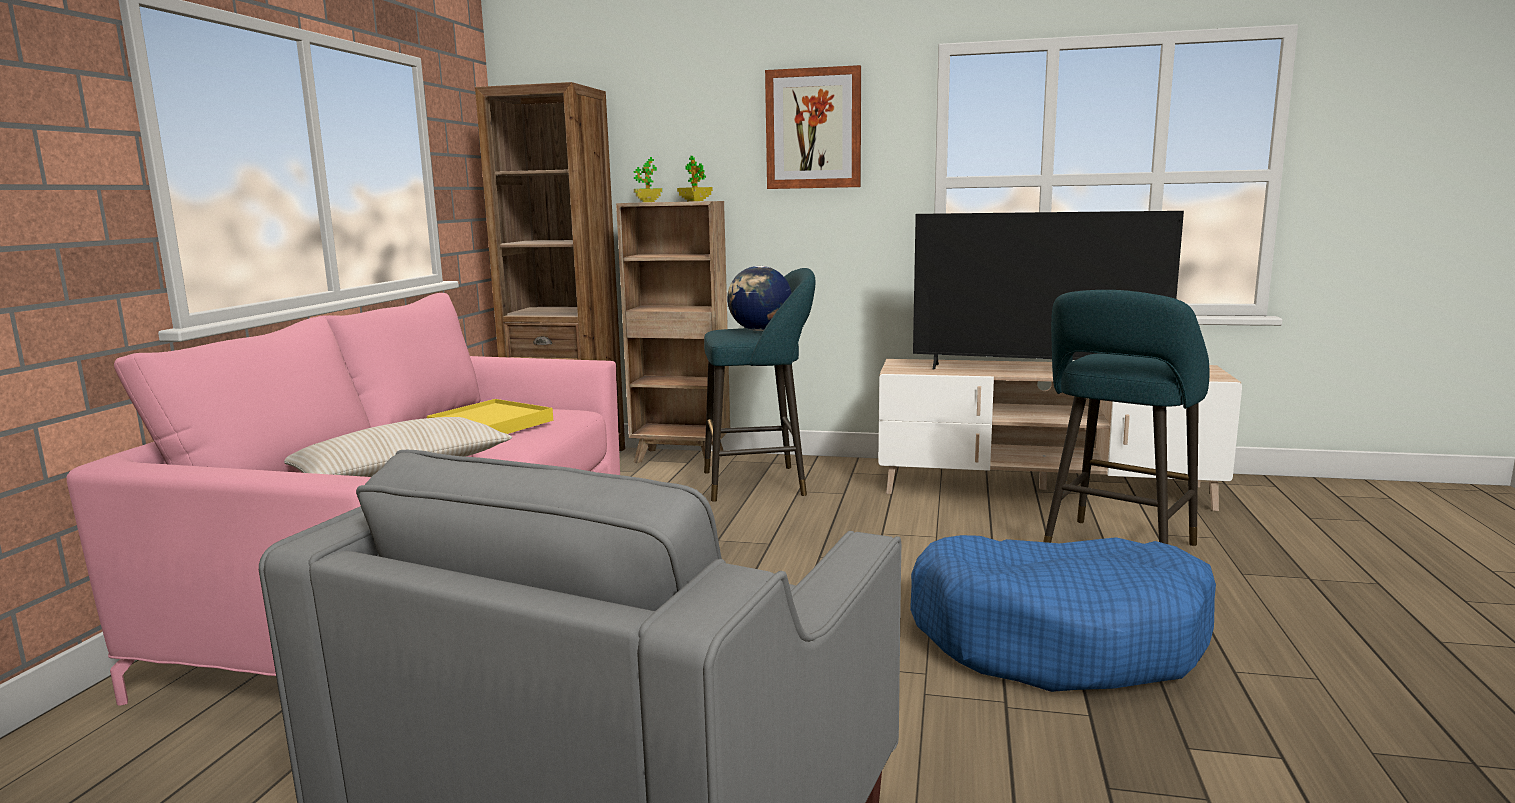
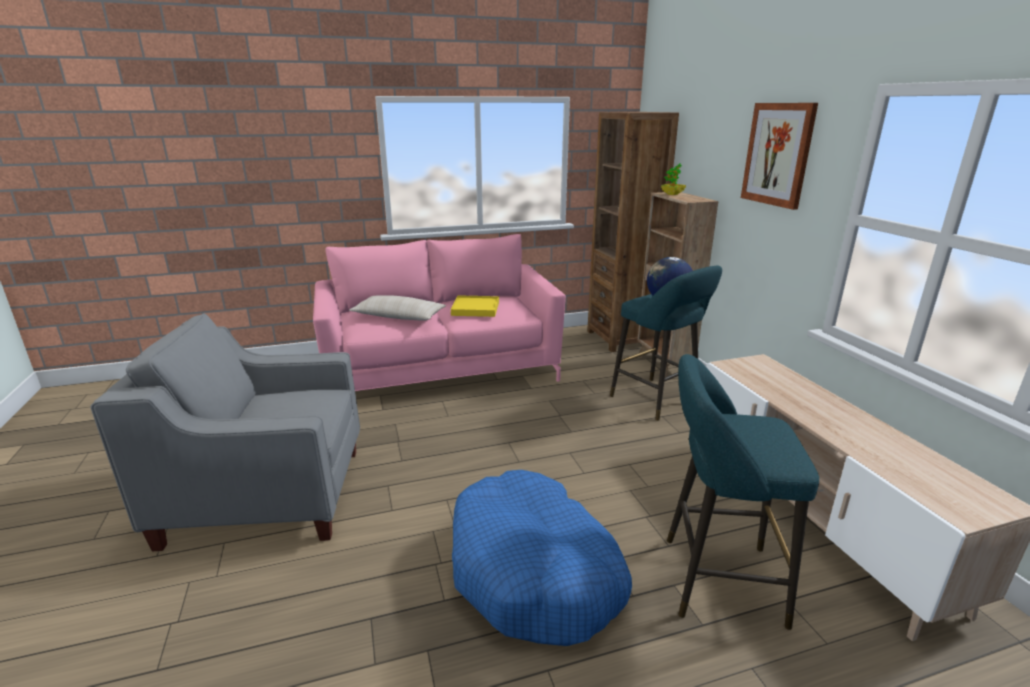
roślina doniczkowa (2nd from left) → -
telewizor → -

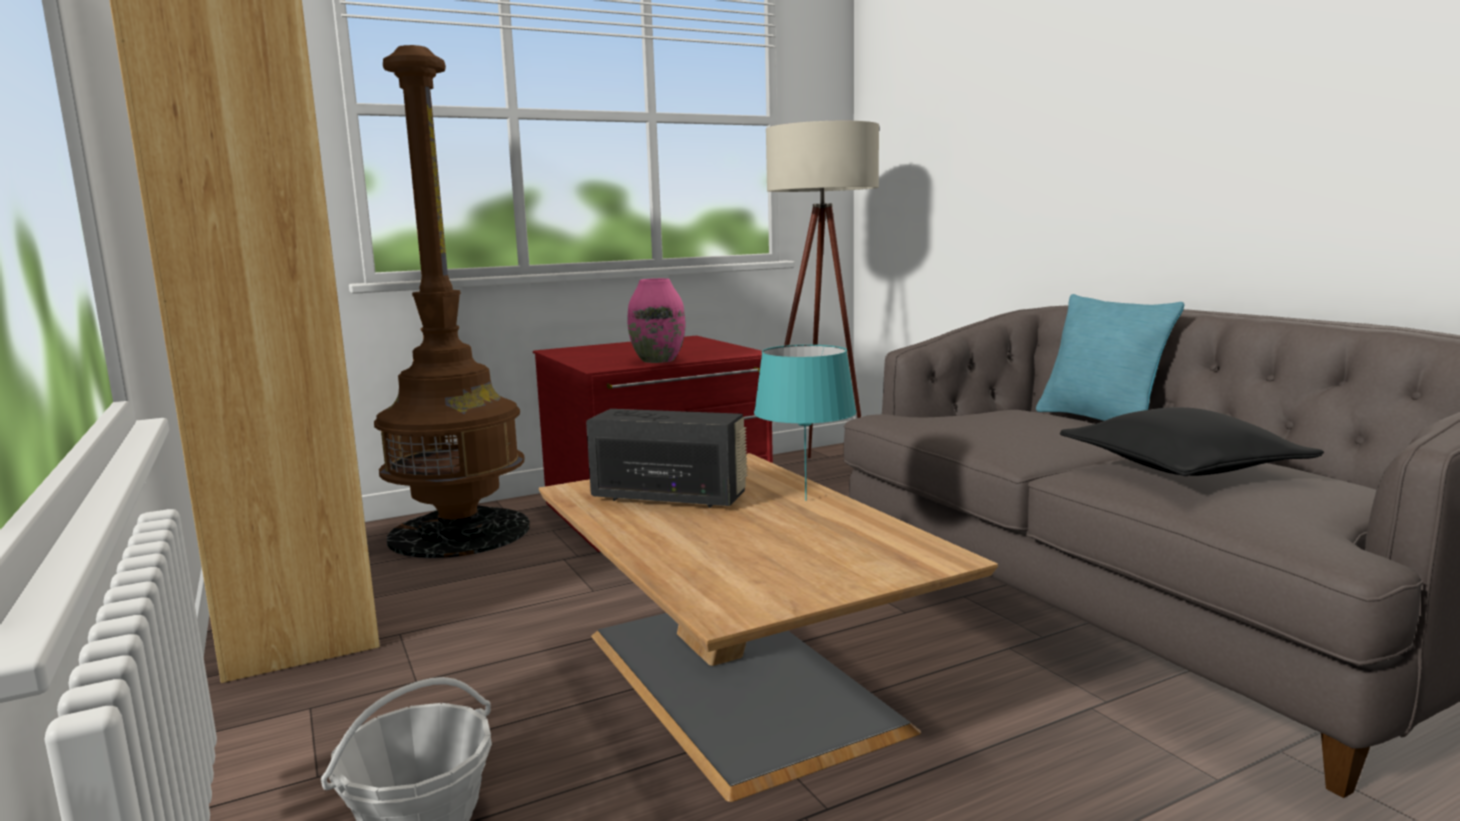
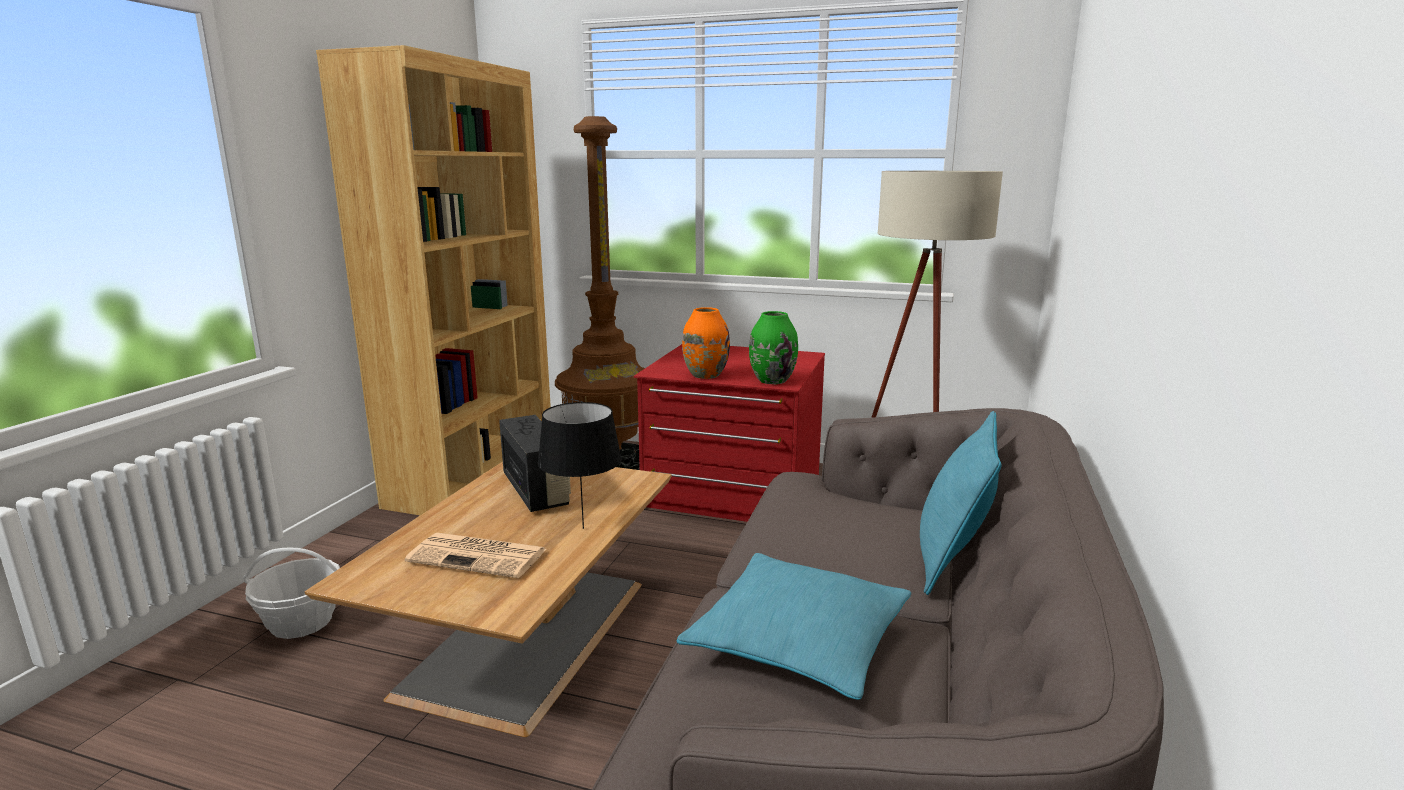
wazon [różowy] → wazon [pomarańczowy]
lampa stołowa [turkusowy] → lampa stołowa [czarny]
poduszka [czarny] → poduszka [turkusowy] (1st from left)
- → wazon [zielony]
- → gazeta

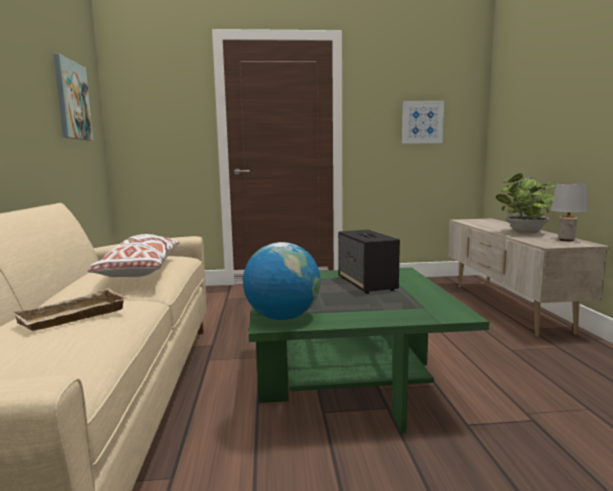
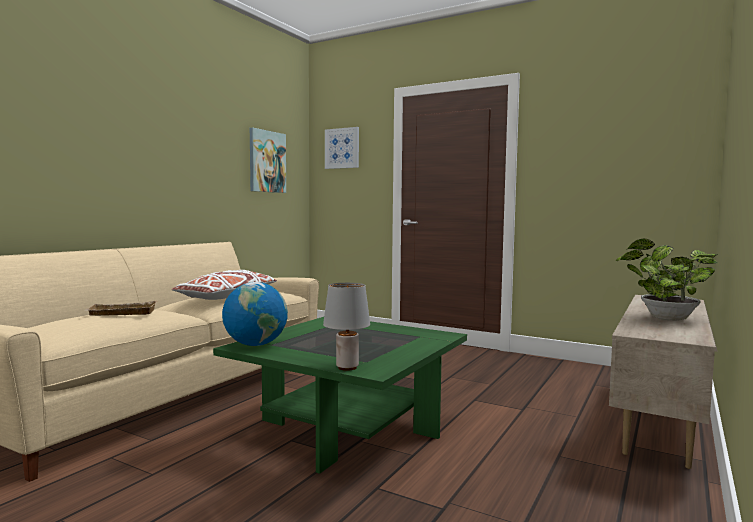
obraz (2nd from left), move
lampa stołowa [szary], move
głośnik → -

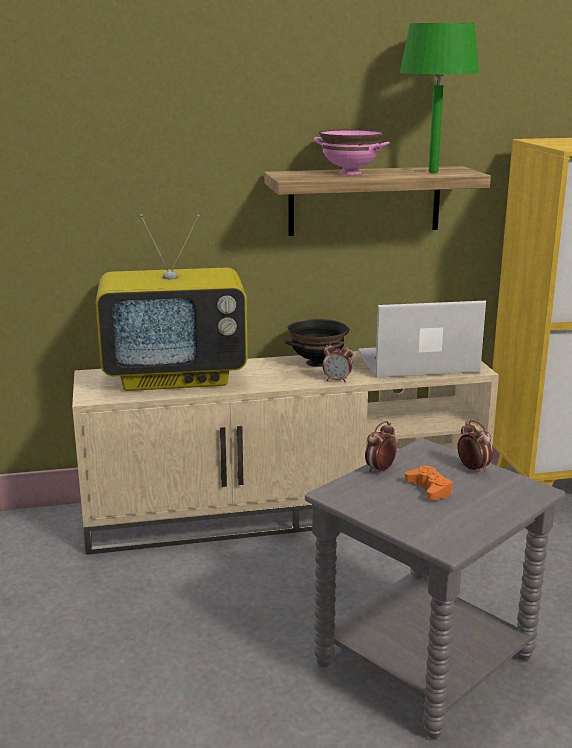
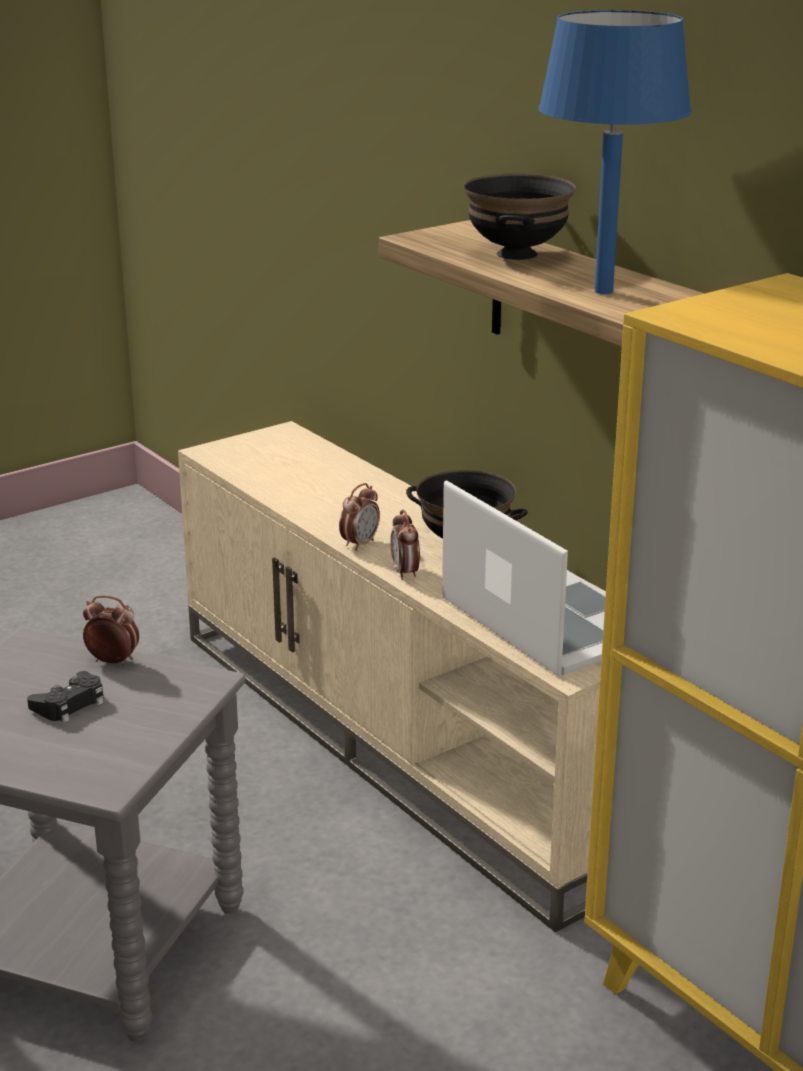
lampa stołowa [zielony] → lampa stołowa [niebieski]
miska [różowy] → miska [czarny] (2nd from left)
telewizor → -
budzik (3rd from left in the first image) → budzik (2nd from left), move
pad do gier [pomarańczowy] → pad do gier [czarny]

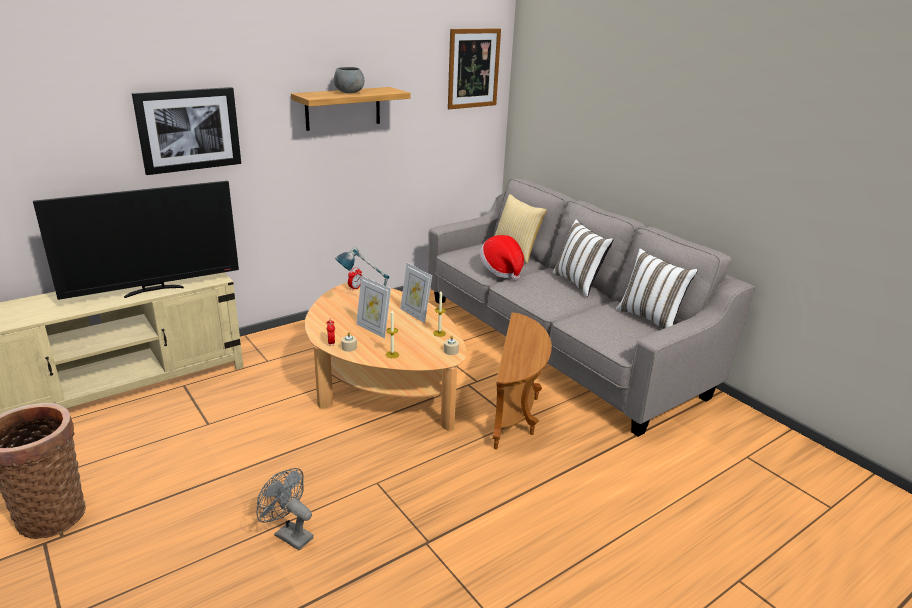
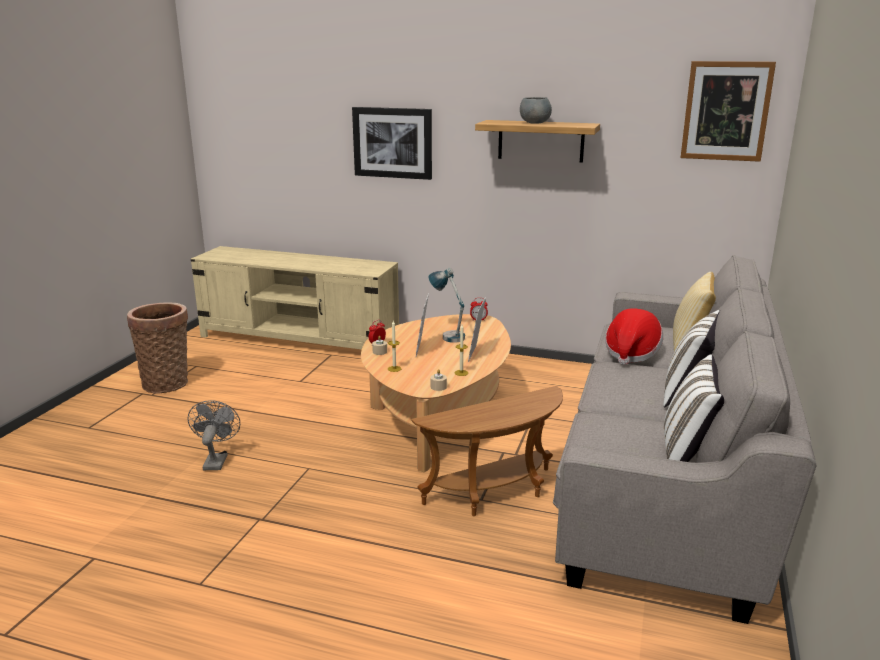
telewizor → -

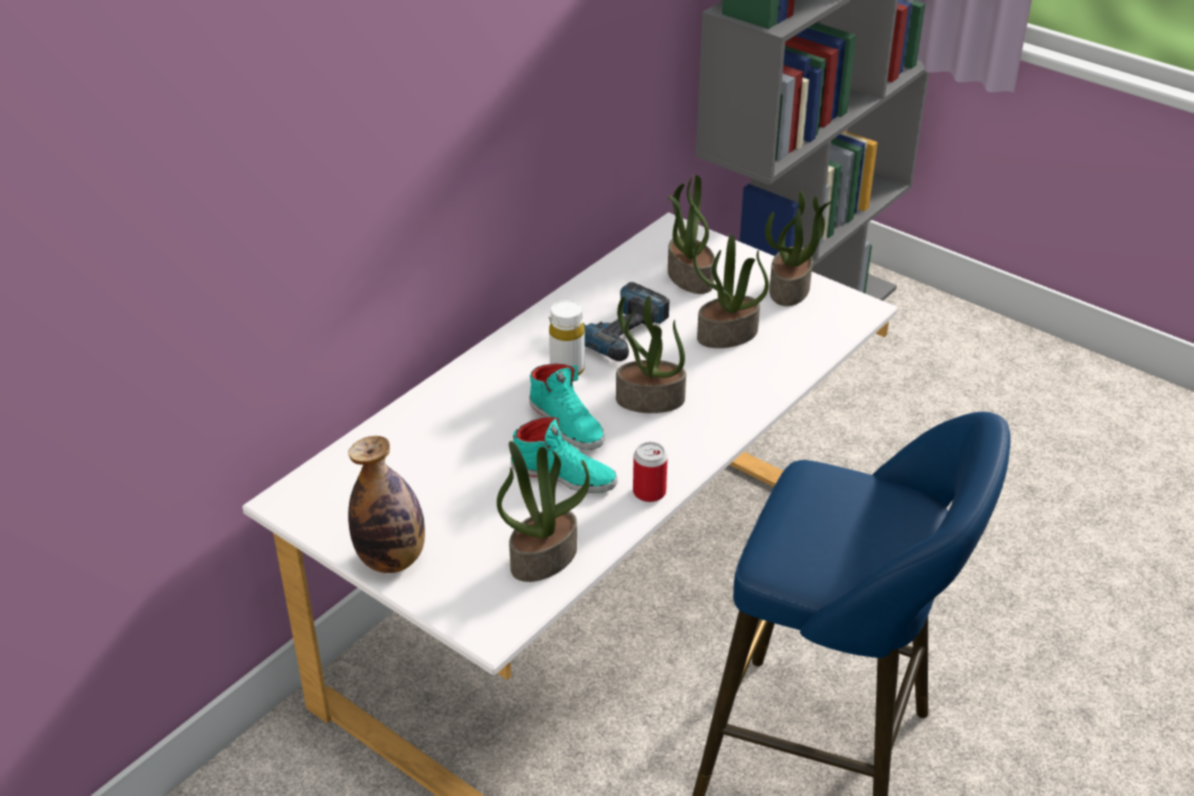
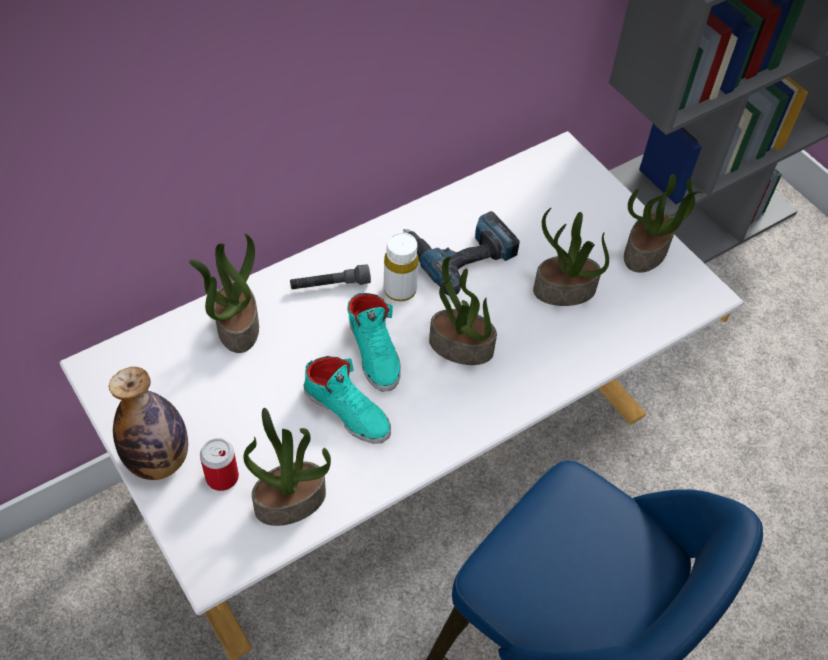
roślina doniczkowa (3rd from left in the first image) → roślina doniczkowa (1st from left), move
puszka, move
- → latarka [szary]

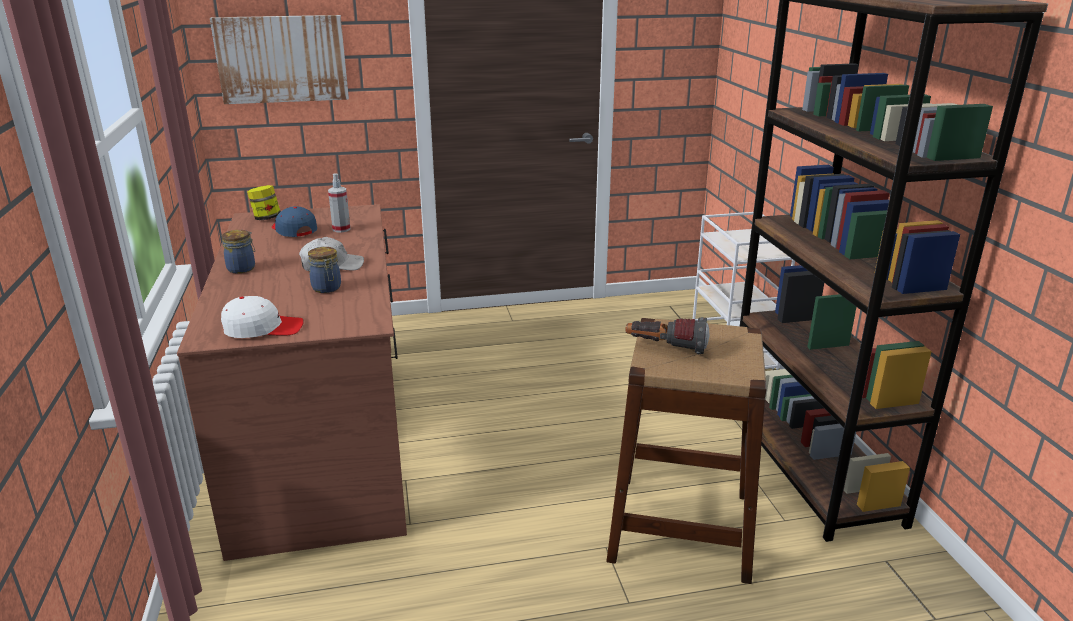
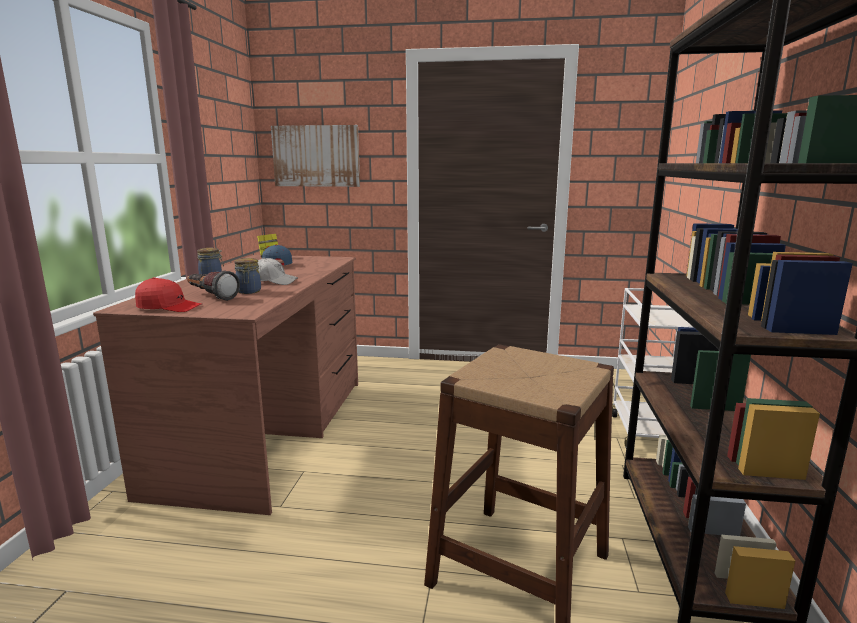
spryskiwacz → -
czapka z daszkiem [biały] (1st from left) → czapka z daszkiem [czerwony]
latarka, move

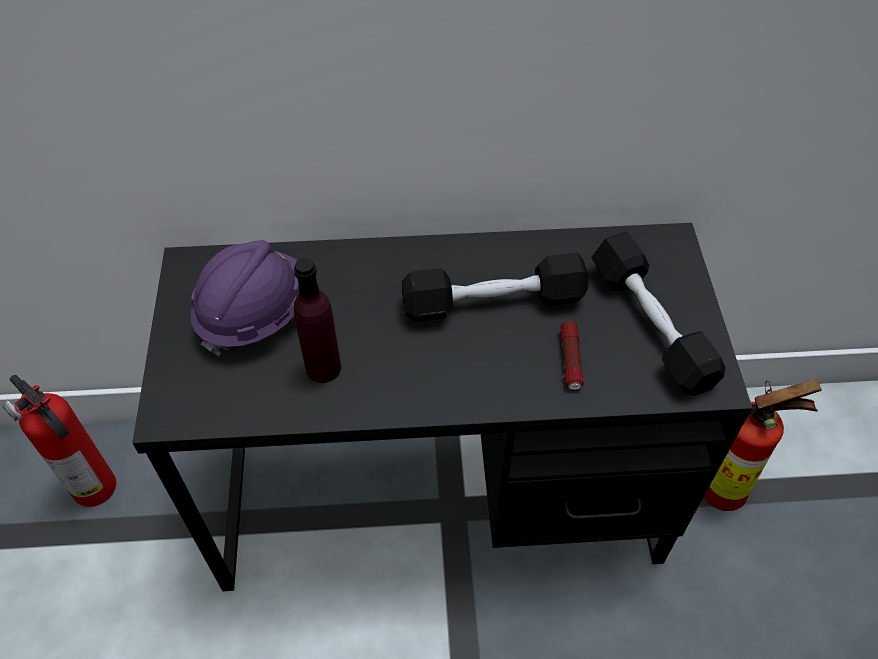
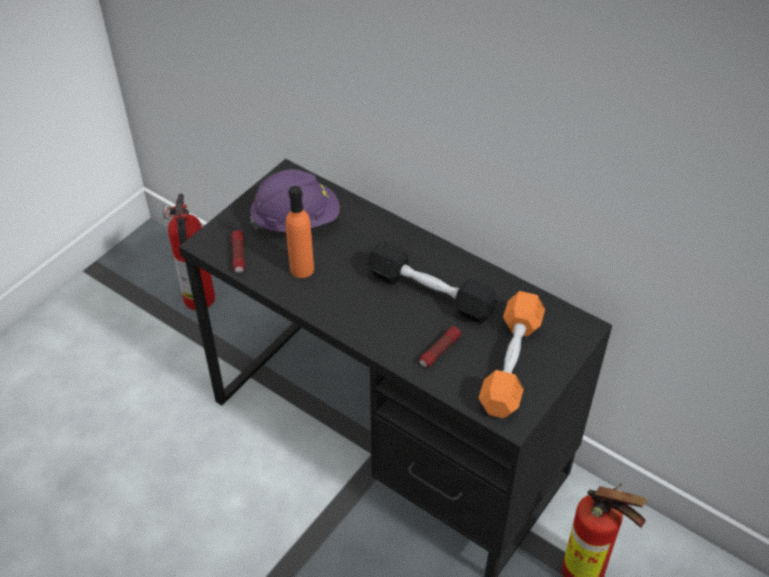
hantel [czarny] (2nd from left) → hantel [pomarańczowy]
butelka [fioletowy] → butelka [pomarańczowy]
- → latarka (1st from left)

